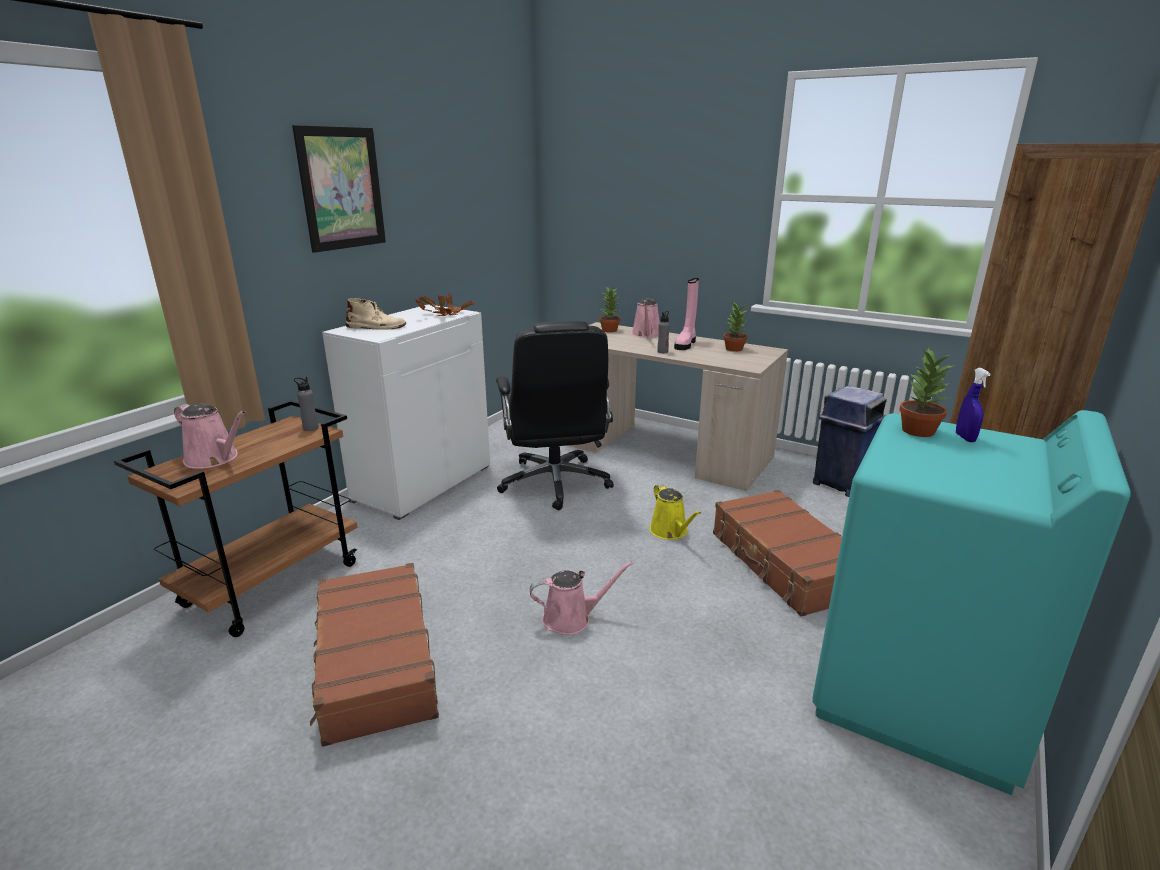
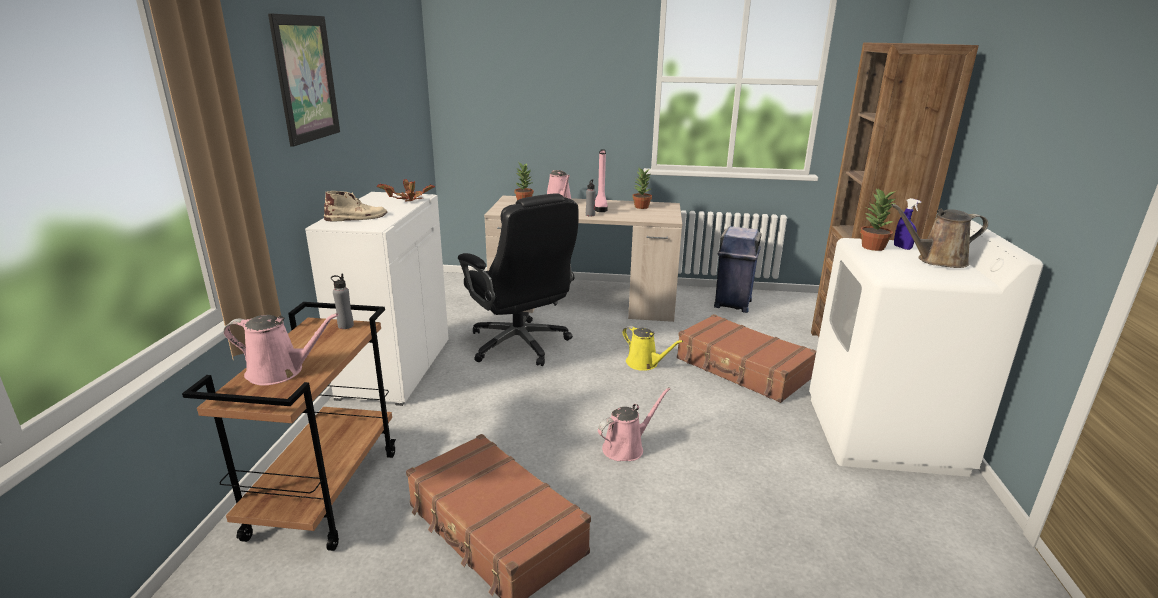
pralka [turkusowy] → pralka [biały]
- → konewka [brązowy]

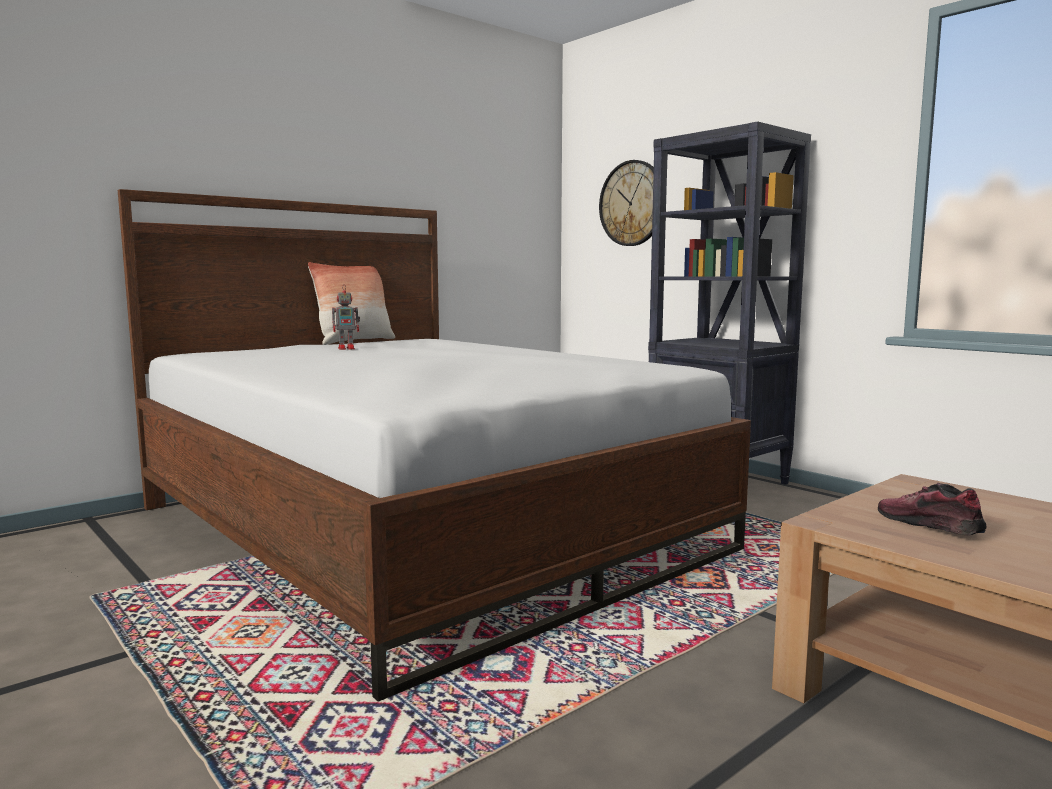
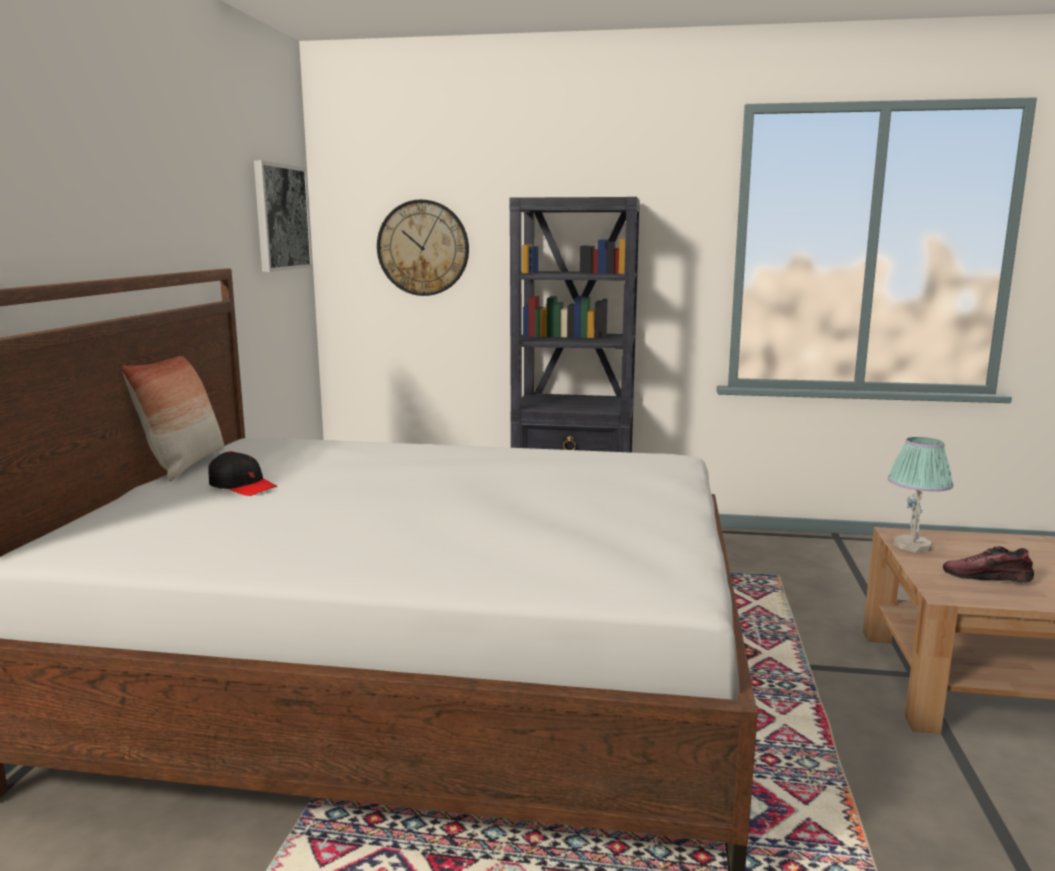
robot zabawkowy → czapka z daszkiem [czarny]
- → obraz
- → lampa stołowa

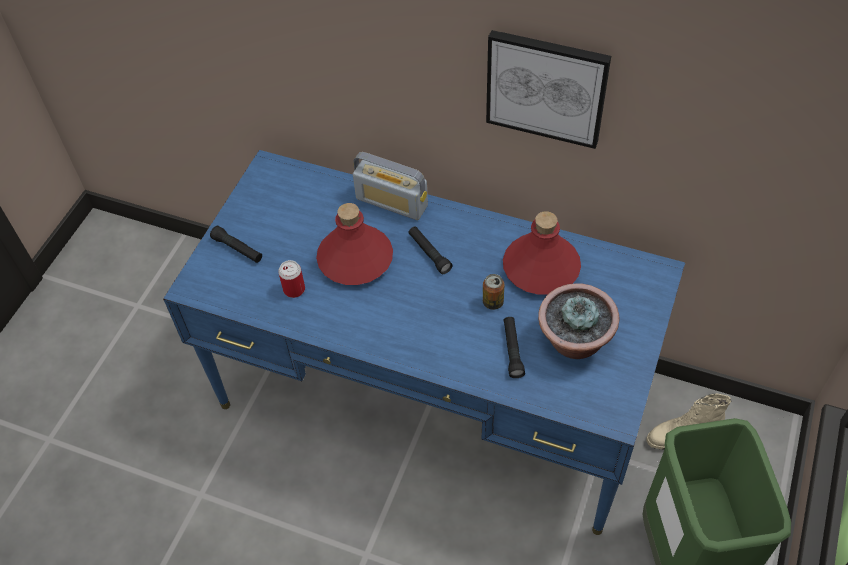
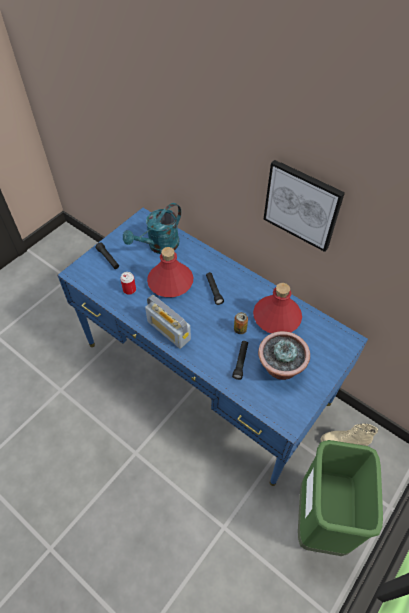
radio, move
- → konewka [turkusowy]

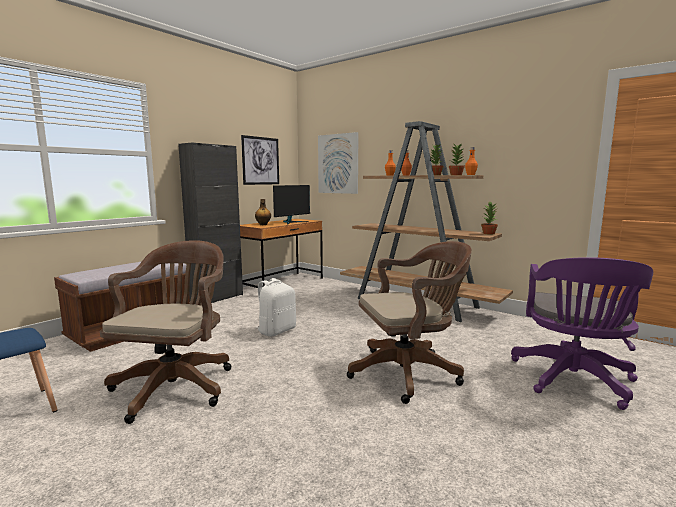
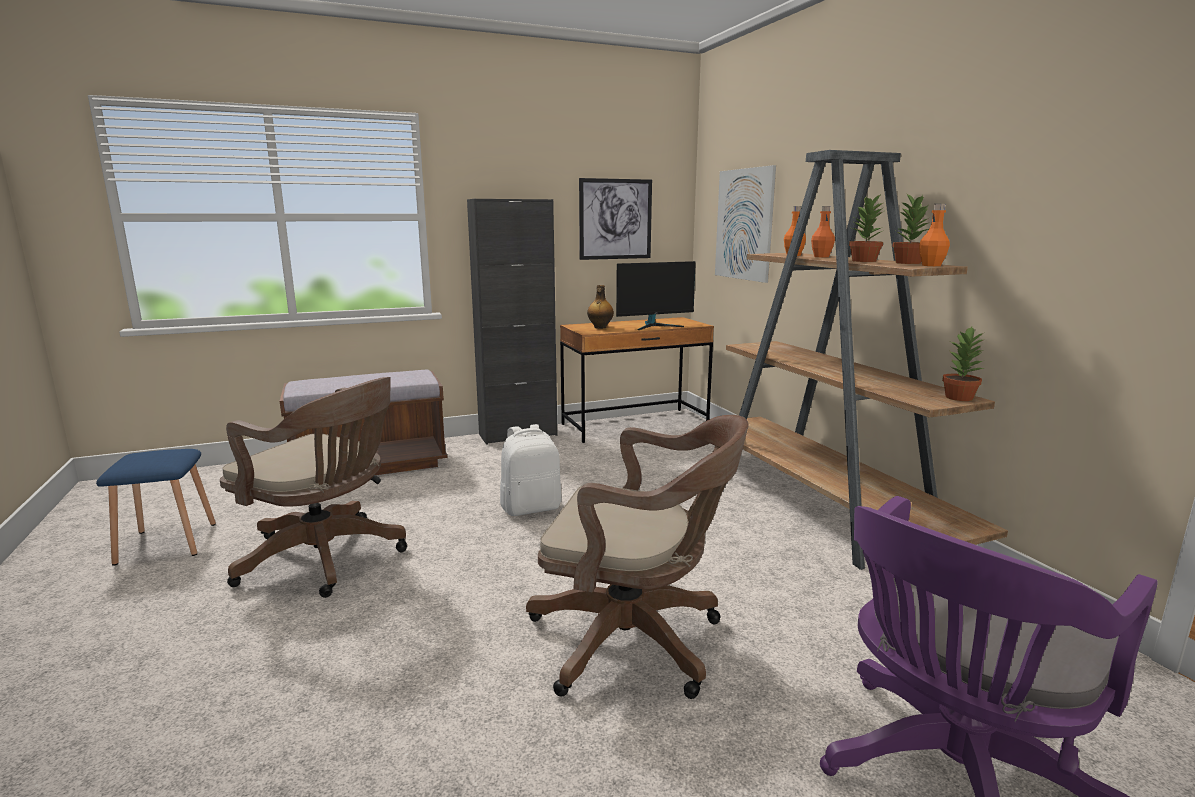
krzesło biurowe [brązowy] (1st from left), 75 degrees clockwise

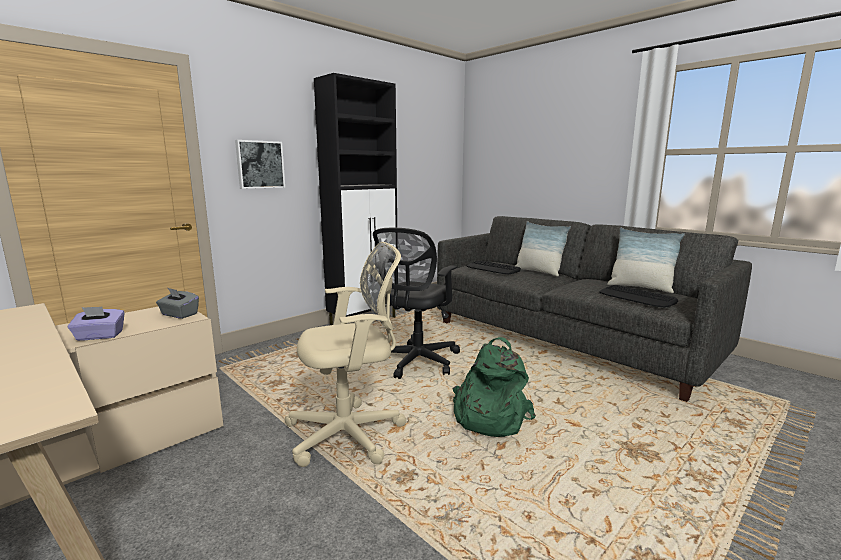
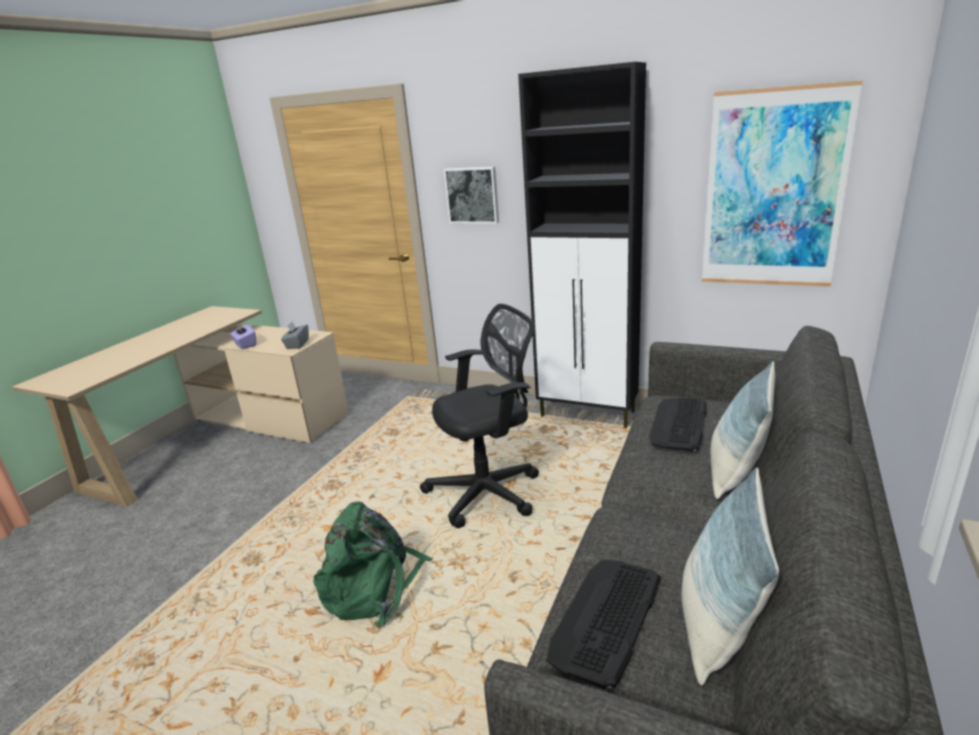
krzesło biurowe [czarny], 150 degrees clockwise
krzesło biurowe [beżowy] → -
- → obraz (2nd from left)

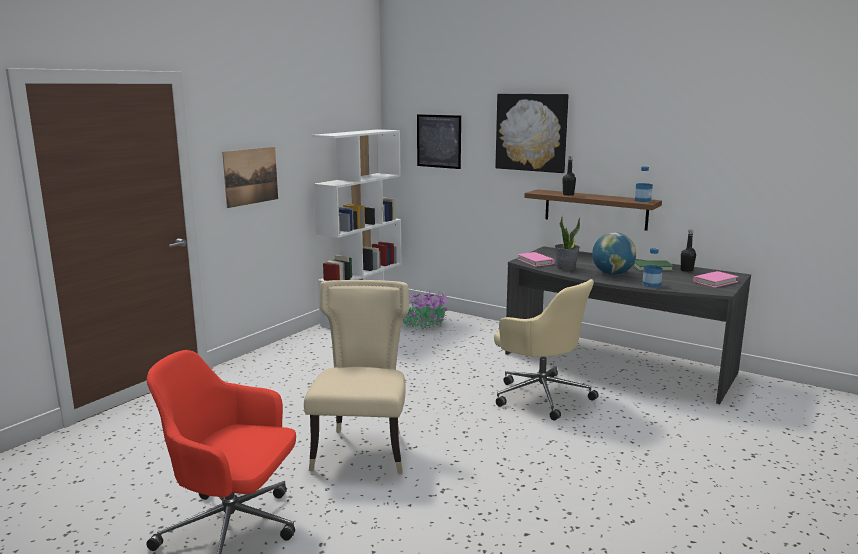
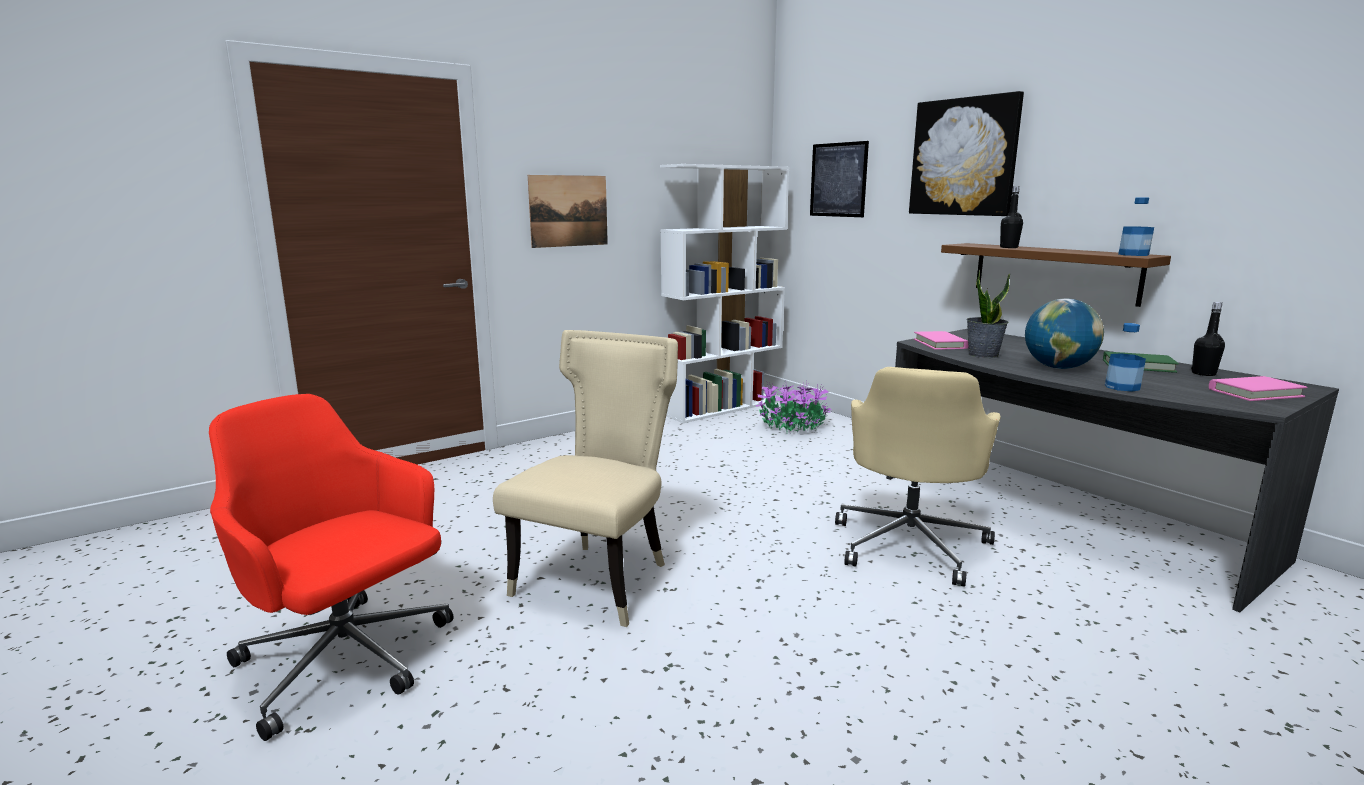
krzesło biurowe [beżowy], 45 degrees clockwise

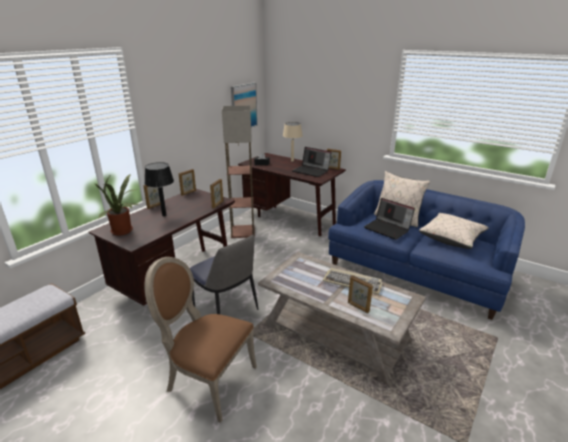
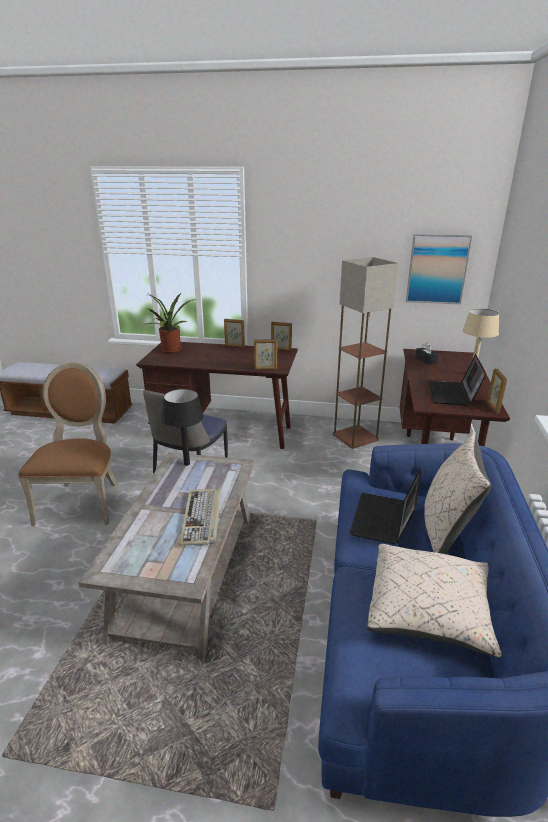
lampa stołowa [czarny], move
ramka na zdjęcie (5th from left) → -

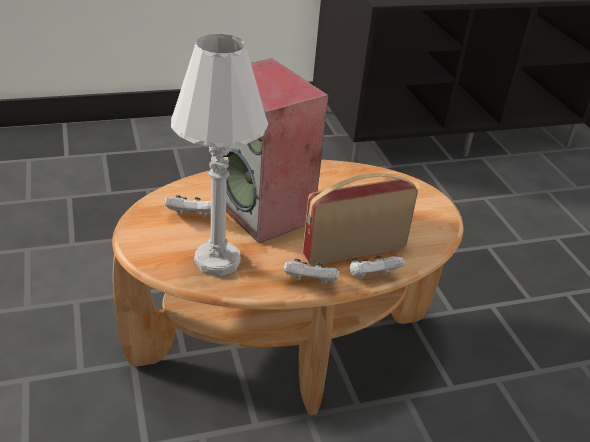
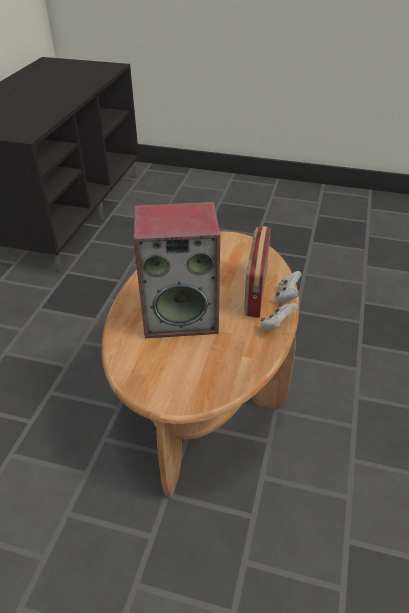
lampa stołowa [biały] → -
pad do gier [biały] (1st from left) → -

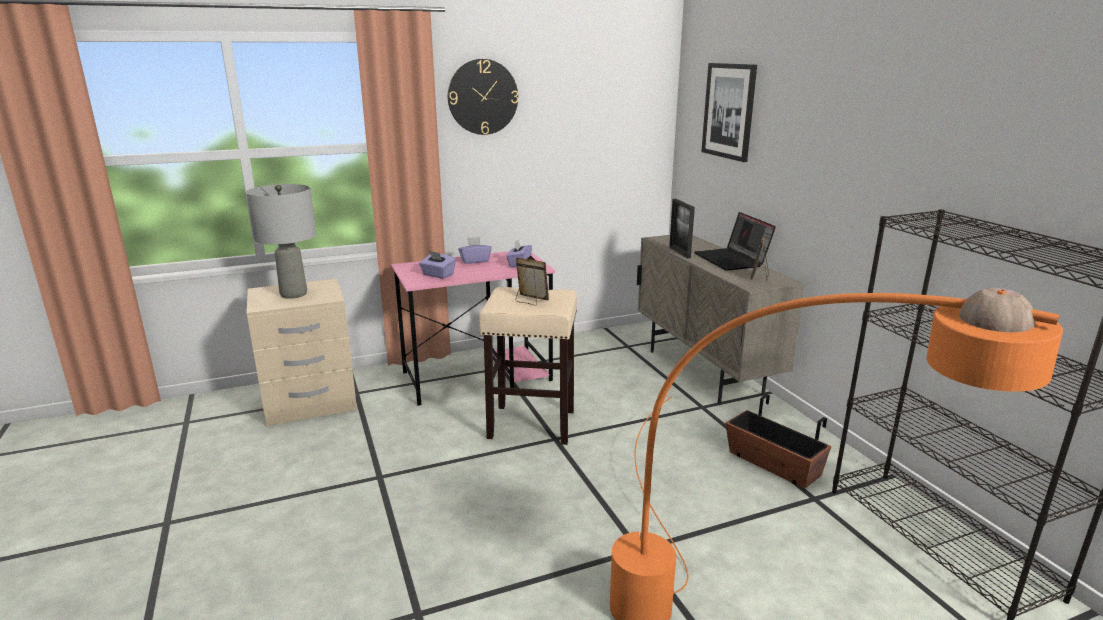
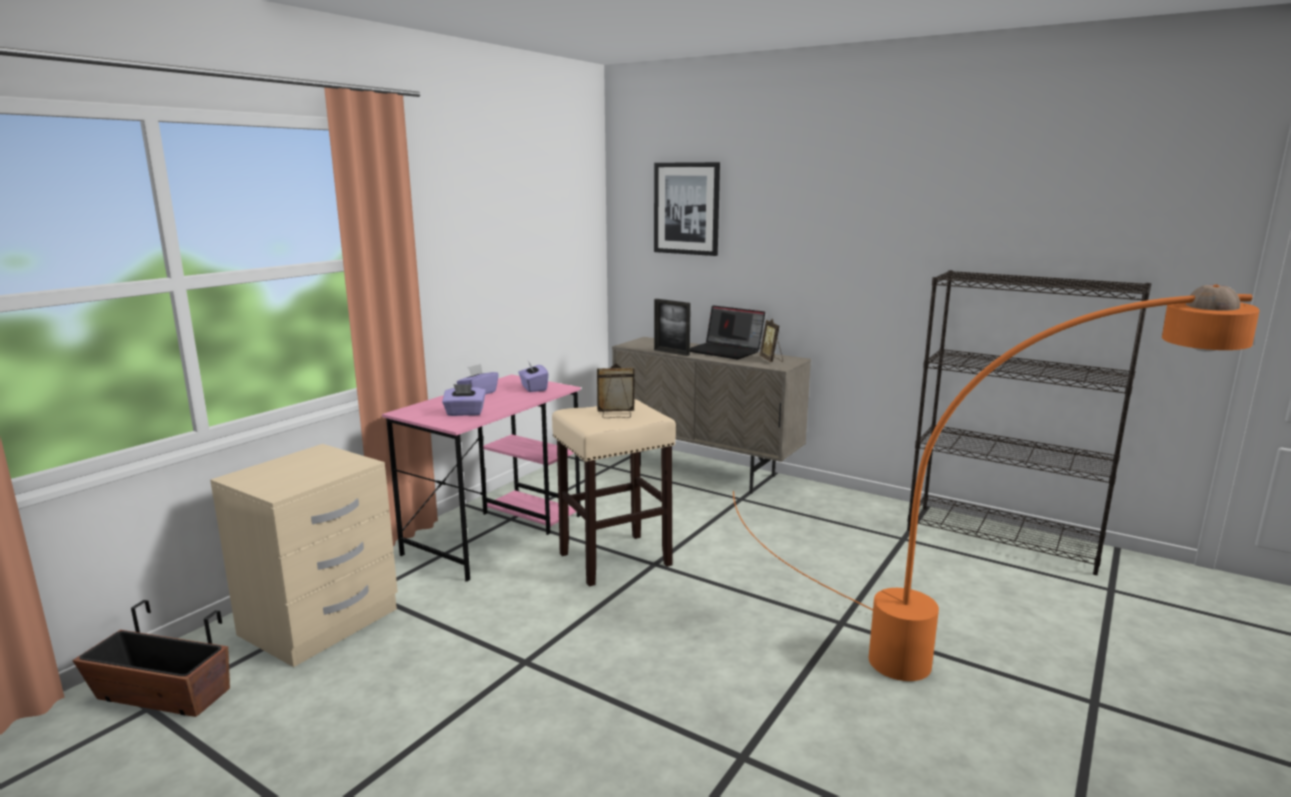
zegar ścienny → -
lampa stołowa [szary] → -
donica, move

